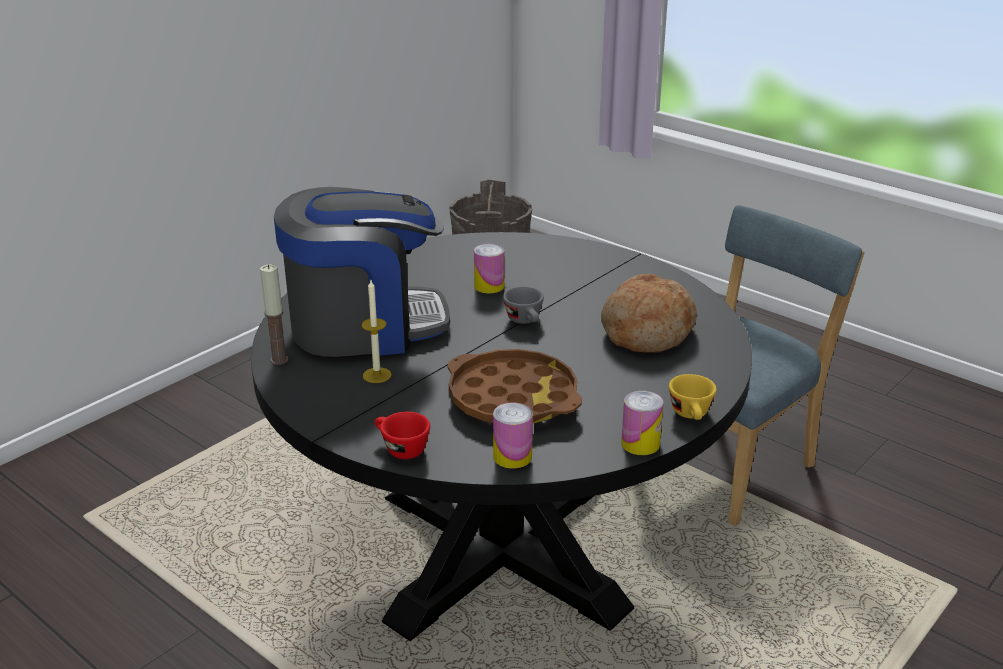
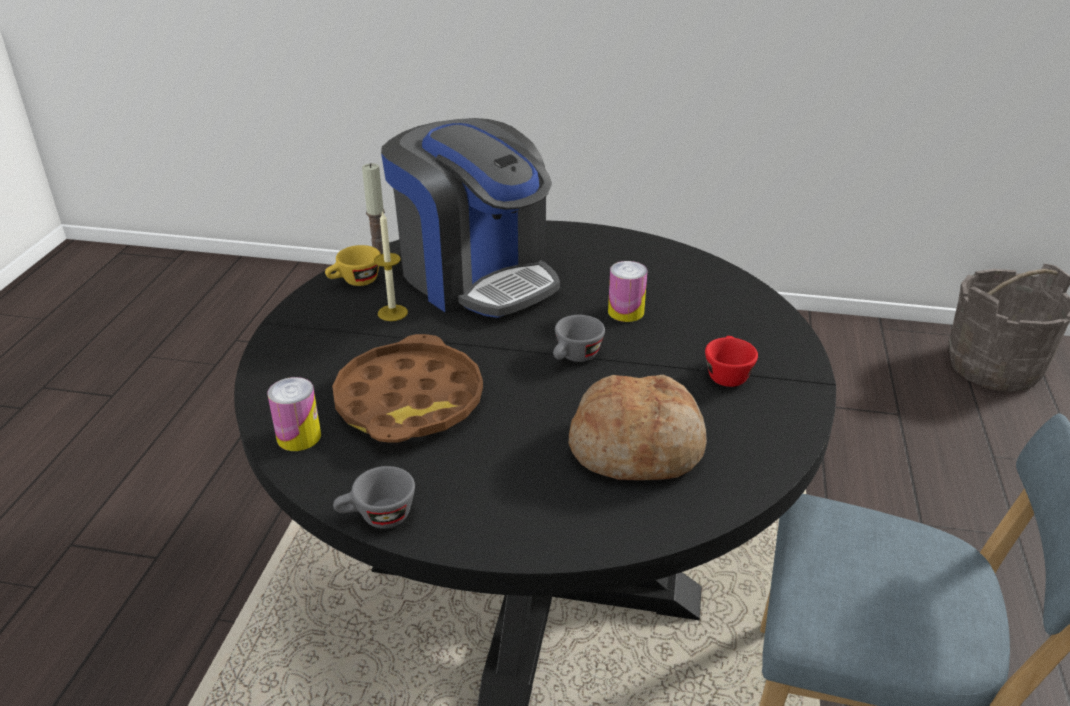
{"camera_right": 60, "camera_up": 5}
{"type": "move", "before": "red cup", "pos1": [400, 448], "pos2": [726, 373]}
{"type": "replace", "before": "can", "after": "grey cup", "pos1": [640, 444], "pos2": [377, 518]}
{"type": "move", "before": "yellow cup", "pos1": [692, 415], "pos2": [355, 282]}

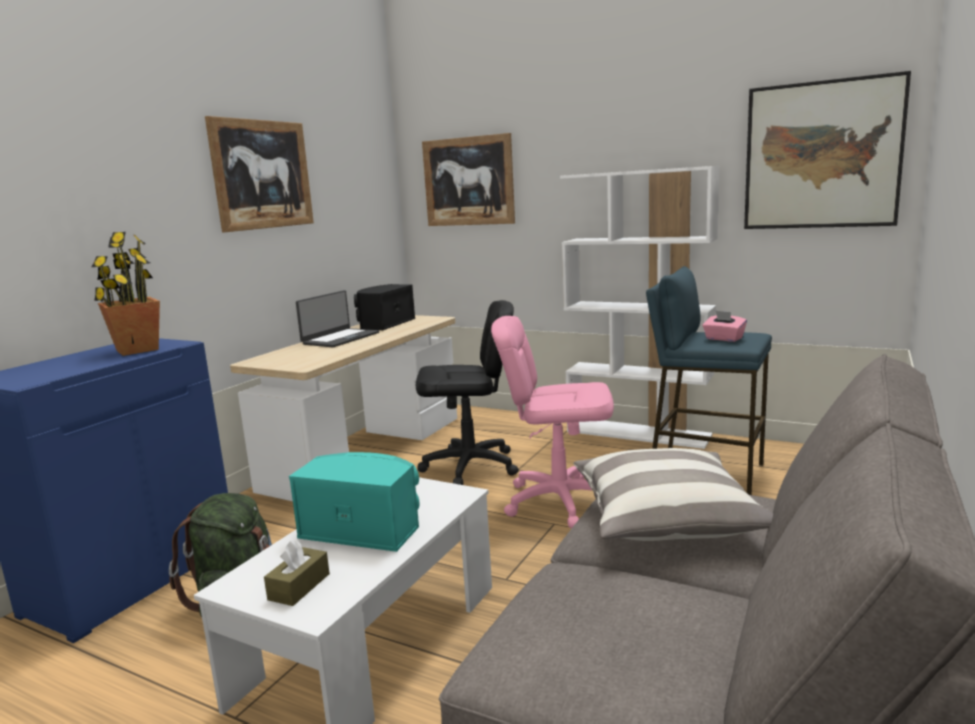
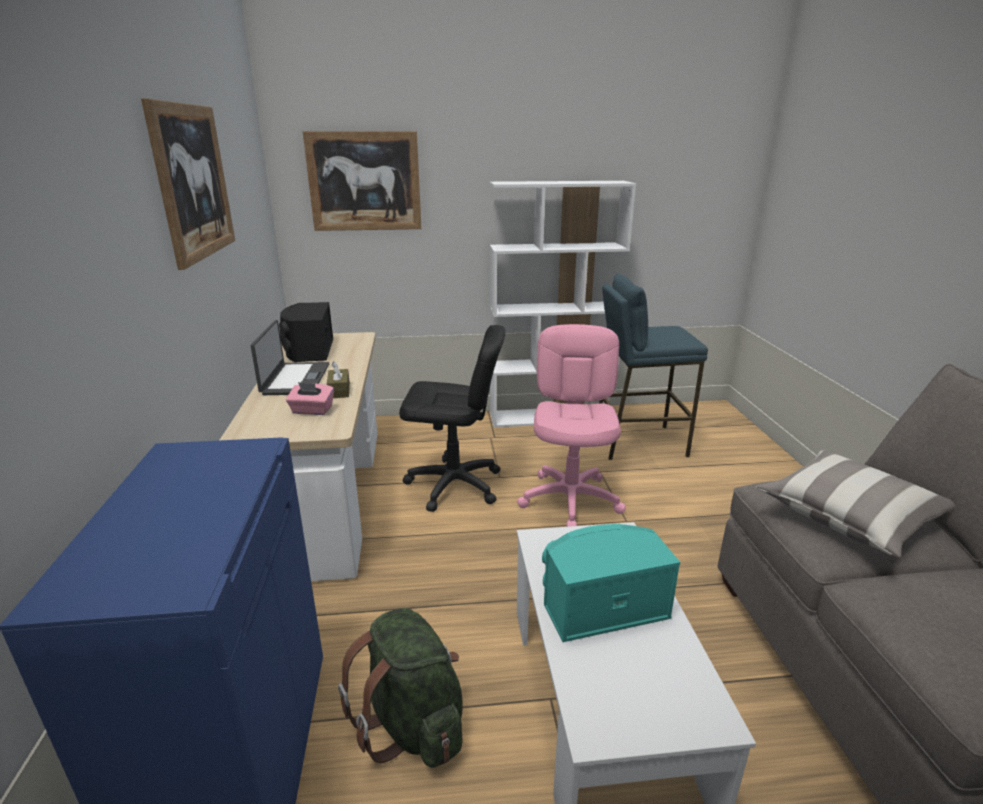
{"camera_right": -35, "camera_up": 10}
{"type": "delete", "before": "houseplant", "pos1": [136, 350]}
{"type": "move", "before": "brown-coloured box of tissues", "pos1": [299, 587], "pos2": [339, 390]}
{"type": "rotate", "before": "blackish office chair", "pos1": [470, 466], "pos2": [454, 485], "turn": 45}
{"type": "rotate", "before": "pink-coloured office chair", "pos1": [559, 501], "pos2": [570, 500], "turn": 120}
{"type": "move", "before": "pink-coloured box of tissues", "pos1": [723, 339], "pos2": [312, 411]}
{"type": "delete", "before": "wall picture", "pos1": [821, 155]}

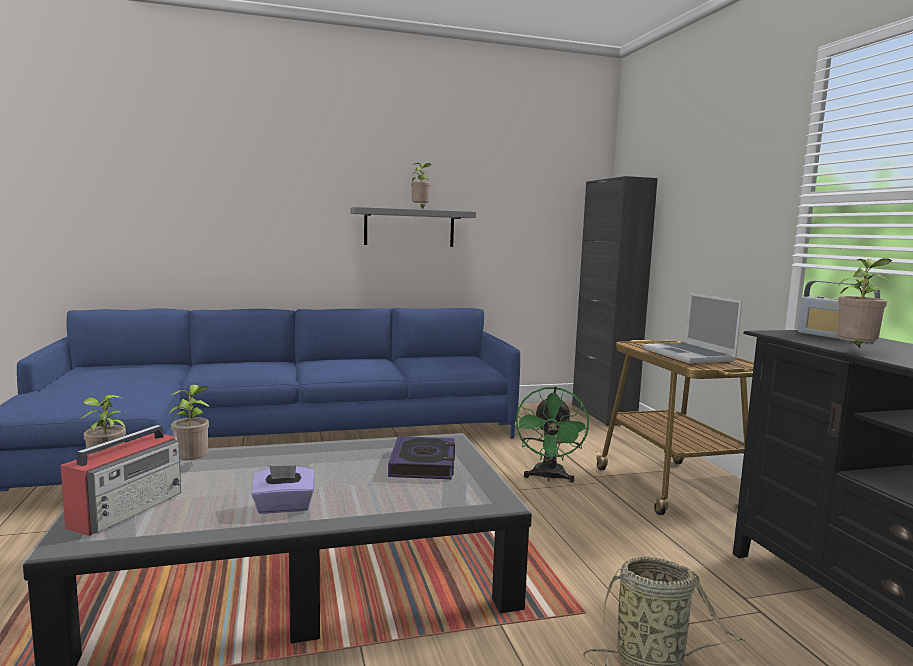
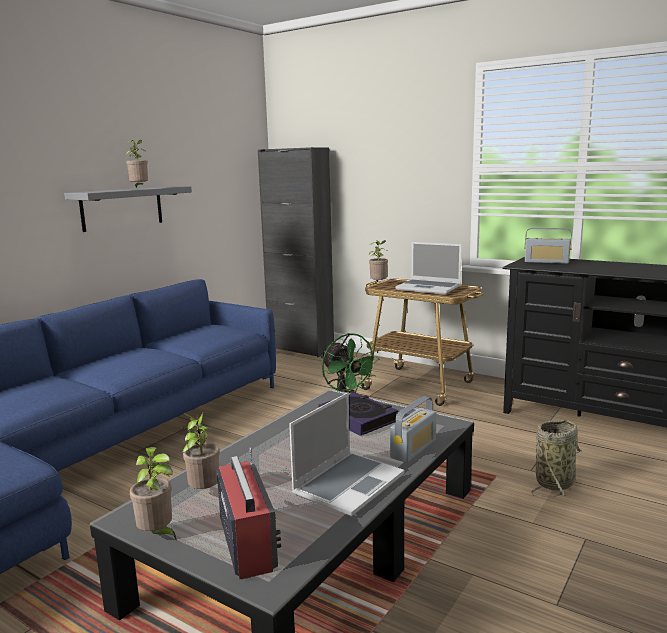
{"camera_right": -40, "camera_up": 5}
{"type": "replace", "before": "purple box of tissues", "after": "laptop", "pos1": [284, 507], "pos2": [348, 484]}
{"type": "move", "before": "houseplant", "pos1": [856, 351], "pos2": [378, 284]}
{"type": "insert", "after": "radio set", "pos2": [413, 449]}

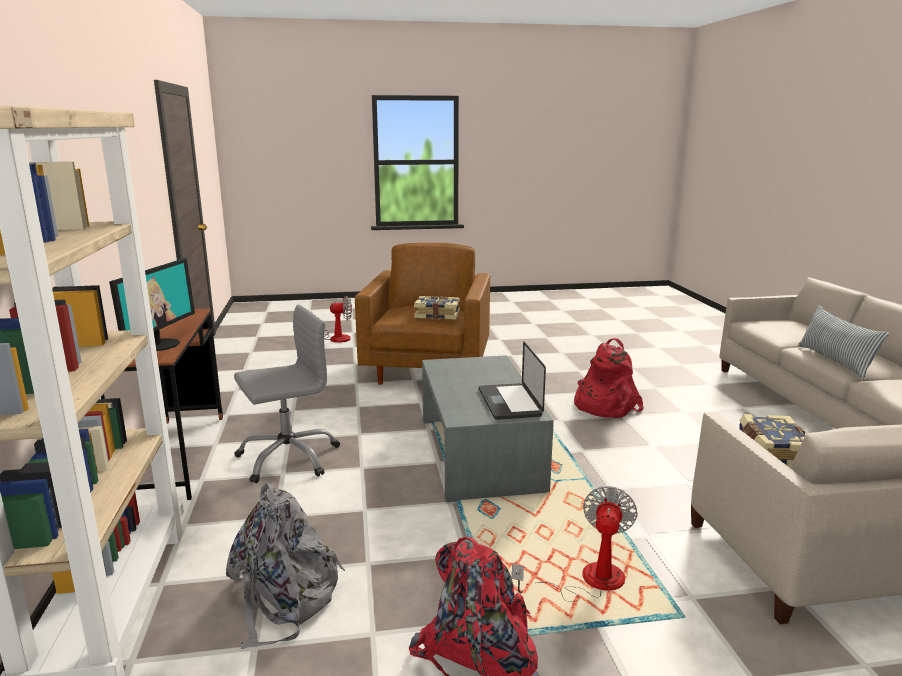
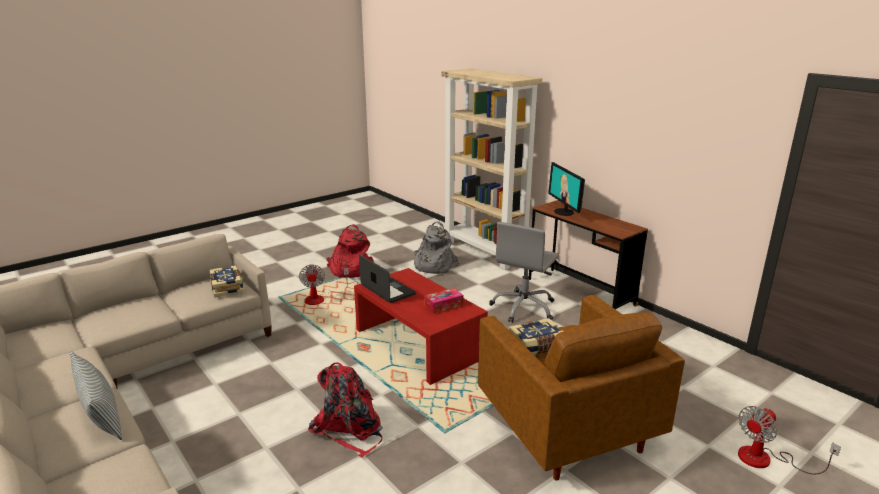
{"camera_right": 150, "camera_up": 5}
{"type": "recolor", "before": "grey coffee table", "after": "red coffee table", "pos1": [480, 452], "pos2": [418, 344]}
{"type": "insert", "after": "box of tissues", "pos2": [443, 305]}

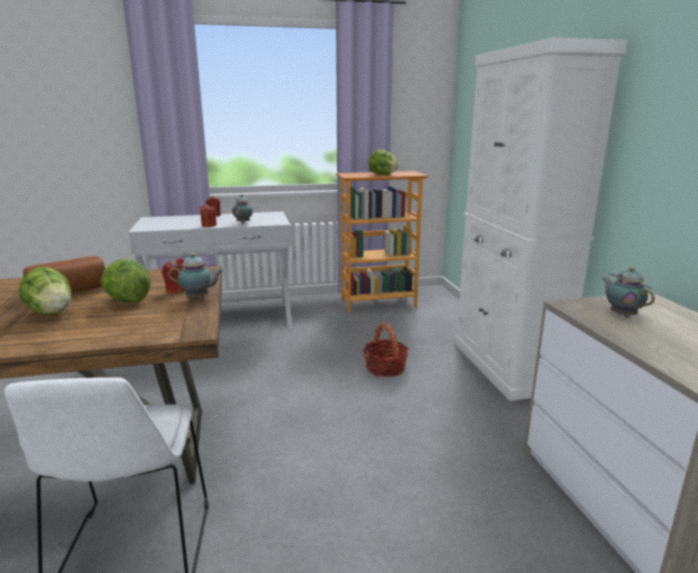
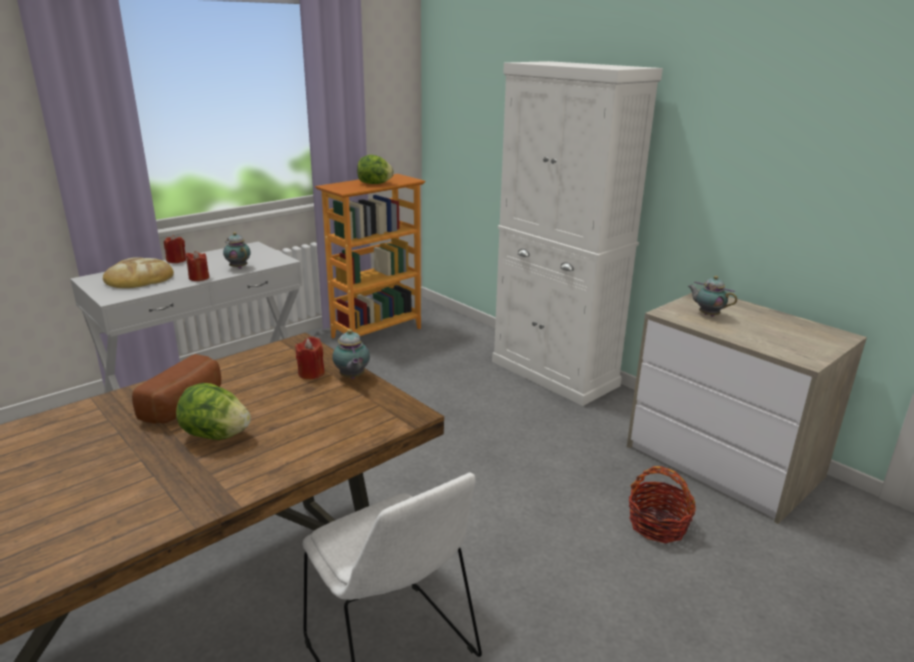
{"camera_right": -30, "camera_up": 5}
{"type": "delete", "before": "lettuce", "pos1": [127, 301]}
{"type": "rotate", "before": "tea pot", "pos1": [199, 297], "pos2": [352, 377], "turn": 105}
{"type": "move", "before": "household basket", "pos1": [385, 368], "pos2": [658, 525]}
{"type": "insert", "after": "bakery bread", "pos2": [138, 278]}

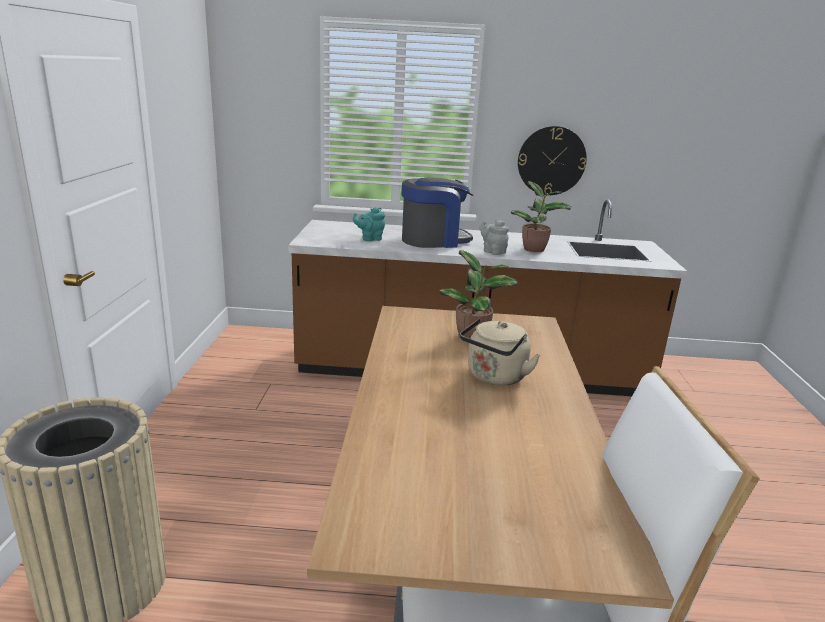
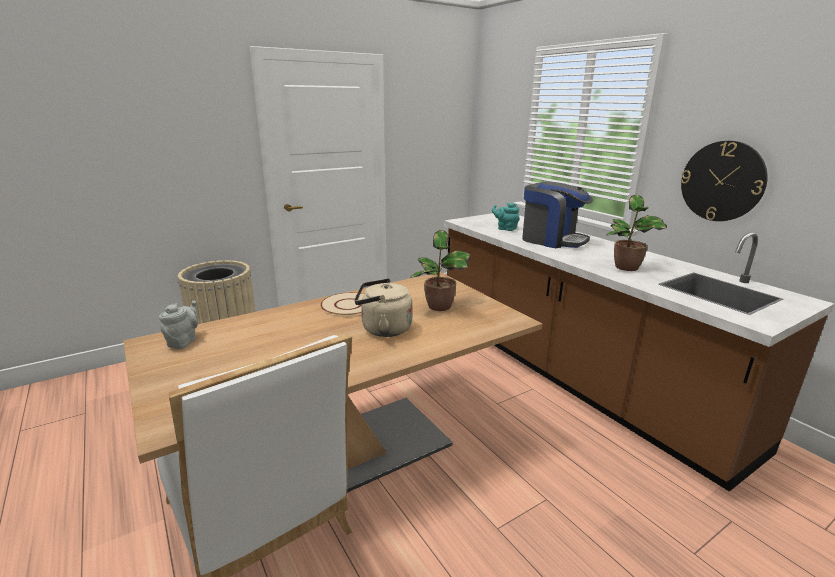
{"camera_right": 55, "camera_up": 0}
{"type": "move", "before": "grey tea pot", "pos1": [492, 251], "pos2": [183, 341]}
{"type": "insert", "after": "sand-coloured dinner plate", "pos2": [348, 305]}

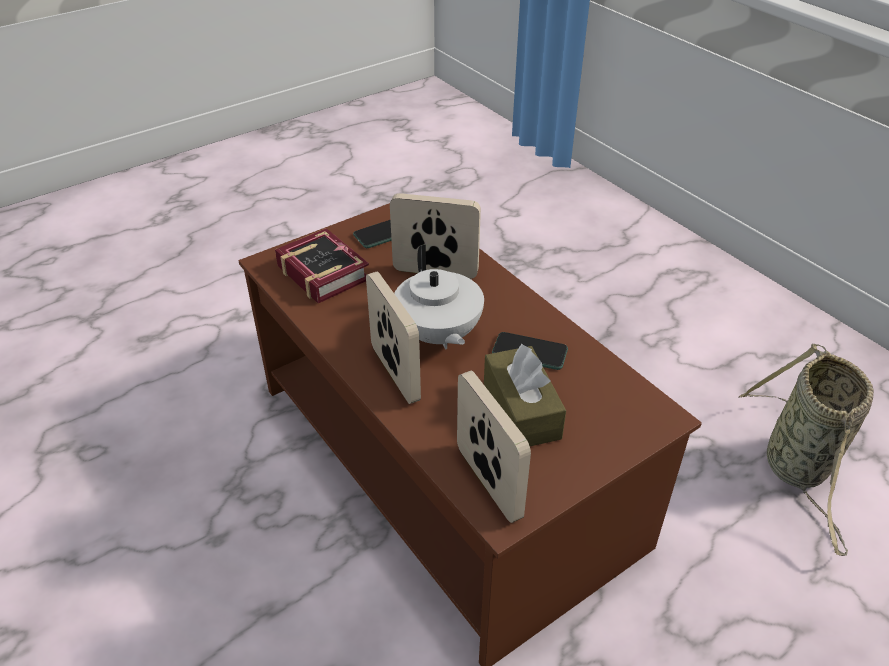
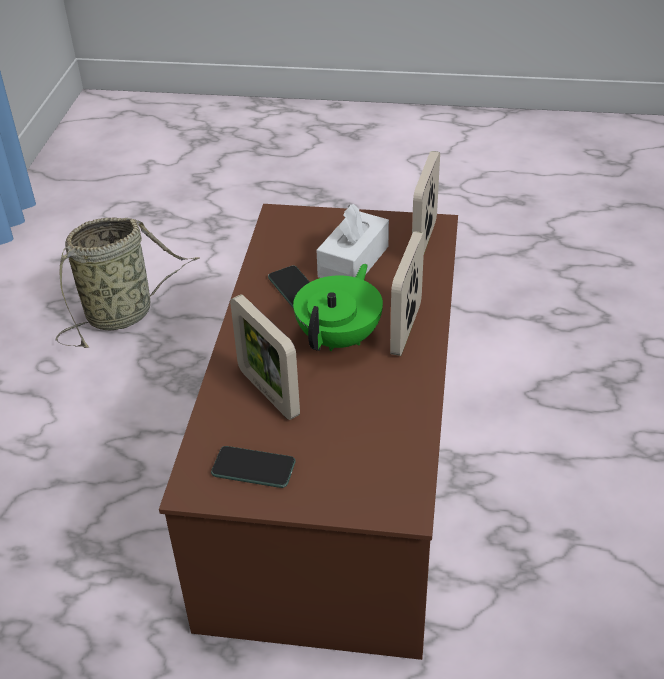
{"camera_right": -135, "camera_up": 0}
{"type": "delete", "before": "book", "pos1": [323, 270]}
{"type": "recolor", "before": "white-coloured tea pot", "after": "green tea pot", "pos1": [438, 335], "pos2": [340, 337]}
{"type": "recolor", "before": "brown-coloured box of tissues", "after": "white-coloured box of tissues", "pos1": [521, 410], "pos2": [353, 261]}

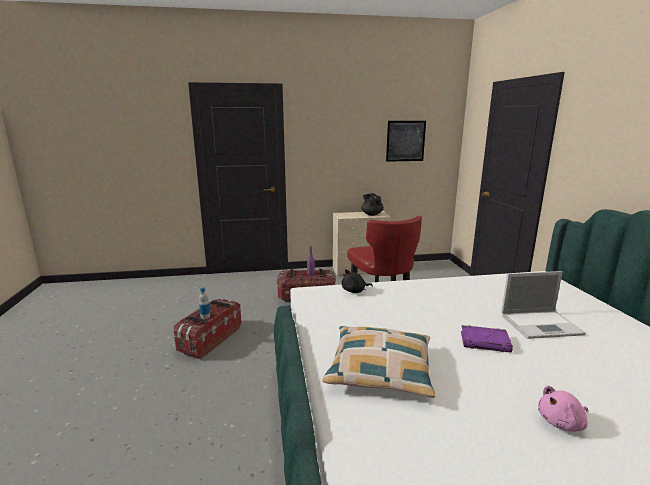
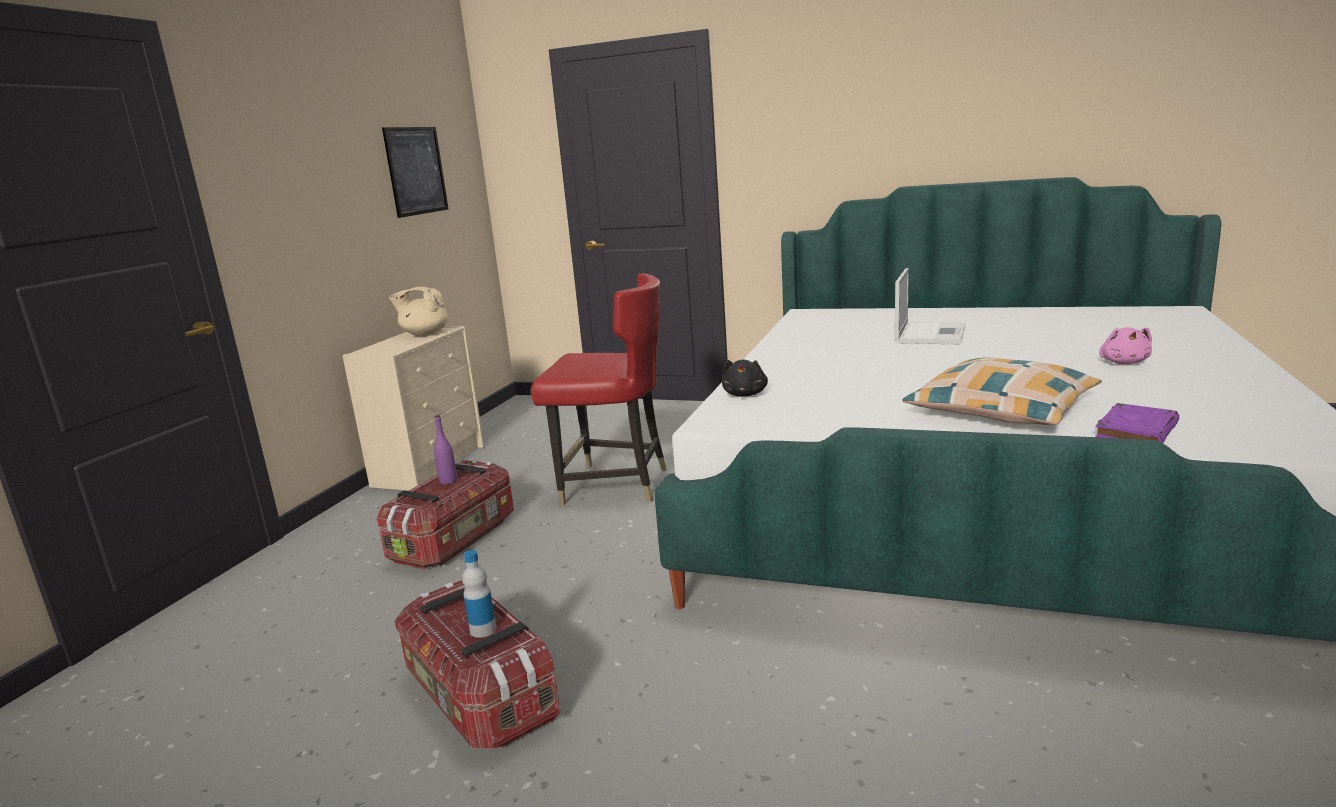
{"camera_right": -60, "camera_up": 0}
{"type": "recolor", "before": "blackish tea pot", "after": "sand-coloured tea pot", "pos1": [371, 214], "pos2": [424, 334]}
{"type": "move", "before": "purple book", "pos1": [485, 342], "pos2": [1136, 431]}

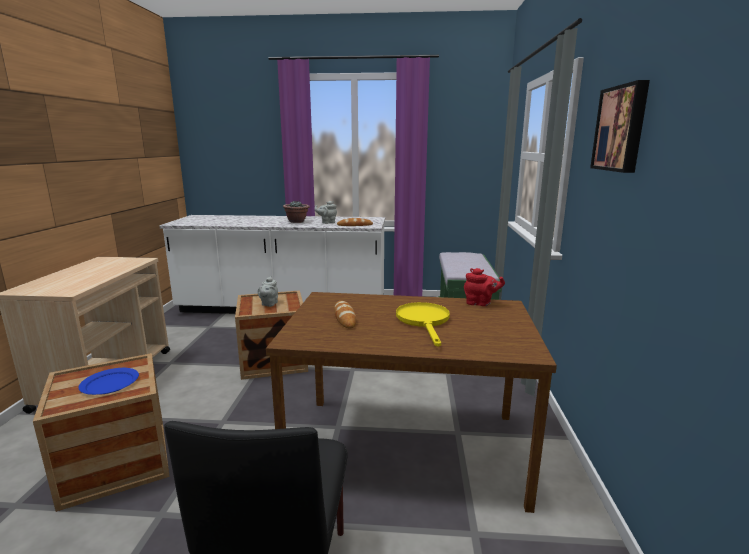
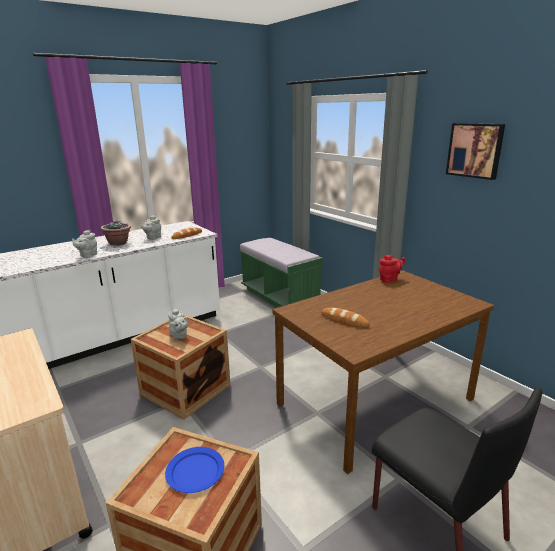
{"camera_right": -40, "camera_up": 5}
{"type": "delete", "before": "yellow skillet", "pos1": [424, 321]}
{"type": "insert", "after": "grey tea pot", "pos2": [87, 255]}

